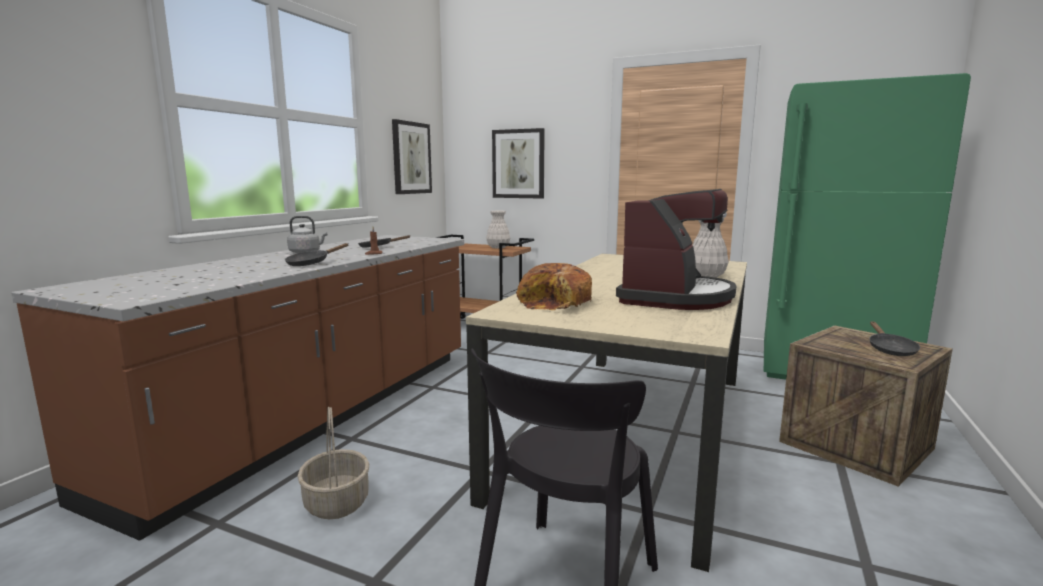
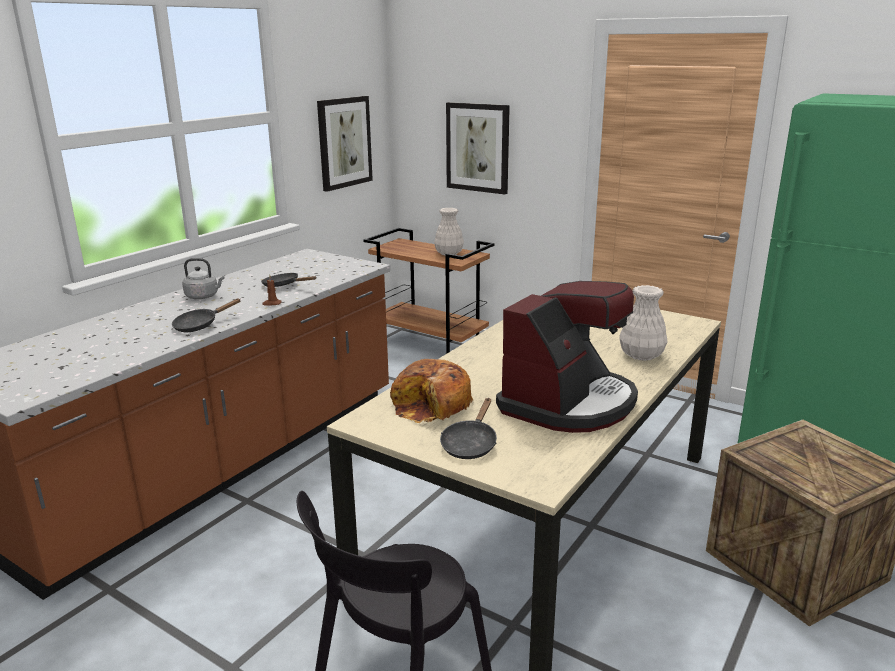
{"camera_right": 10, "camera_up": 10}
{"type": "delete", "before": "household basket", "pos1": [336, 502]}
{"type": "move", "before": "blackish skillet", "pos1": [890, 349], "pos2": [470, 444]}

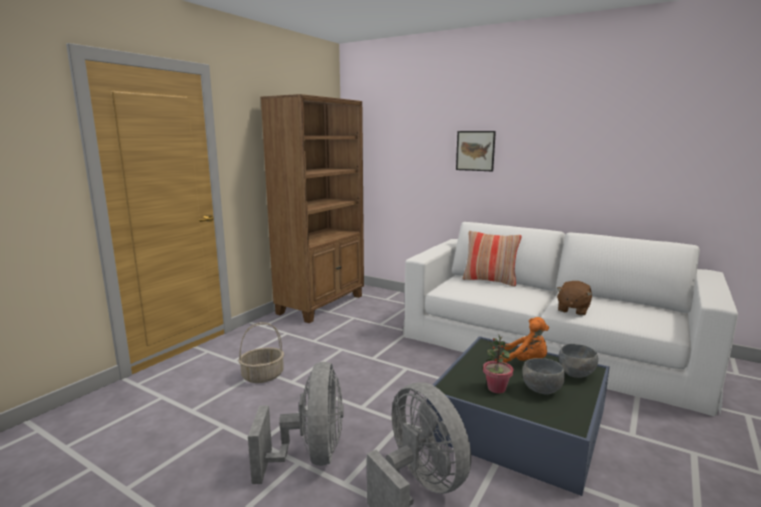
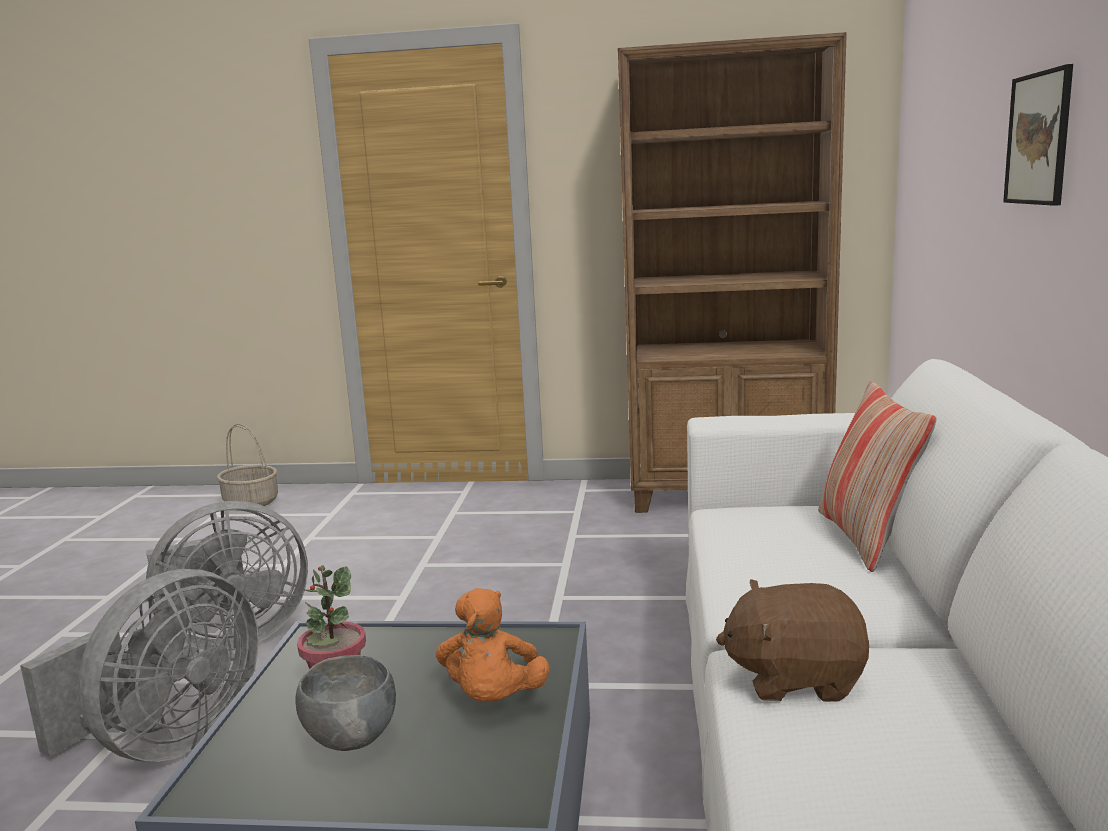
{"camera_right": 65, "camera_up": 0}
{"type": "move", "before": "household basket", "pos1": [263, 375], "pos2": [252, 502]}
{"type": "delete", "before": "grey bowl", "pos1": [576, 374]}

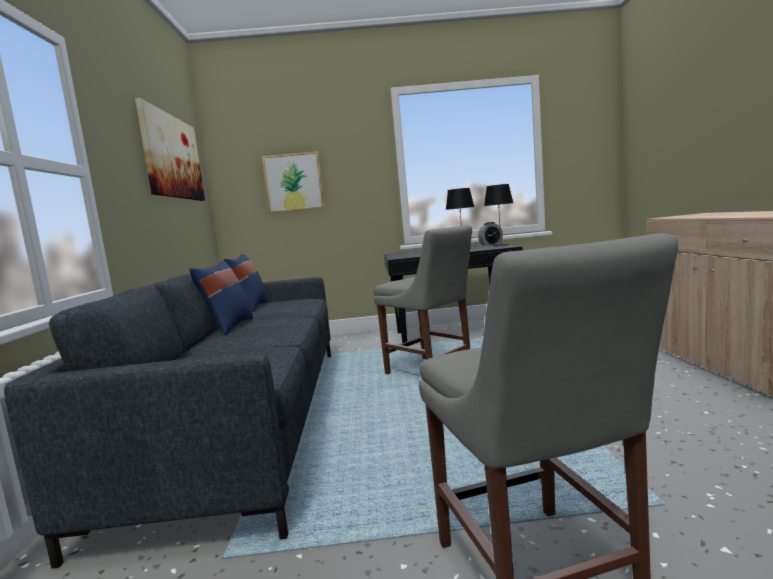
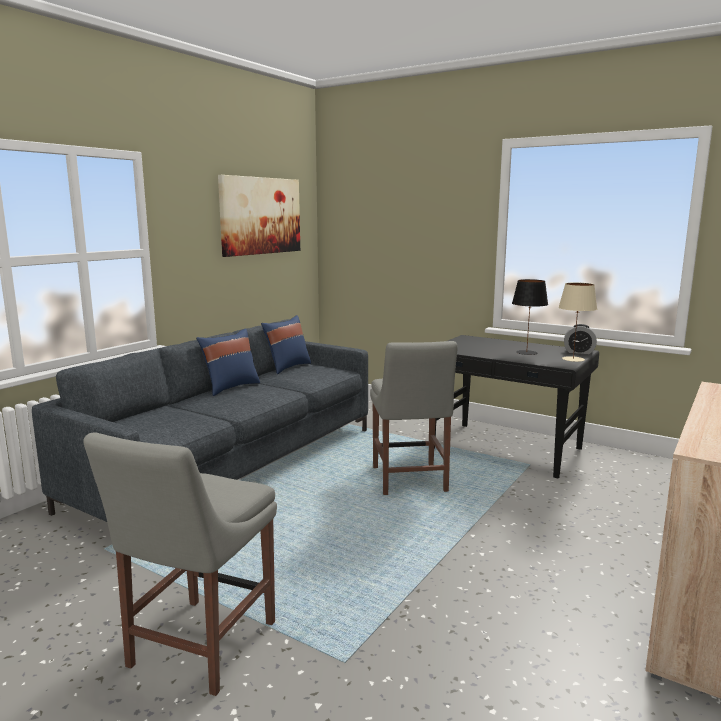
{"camera_right": 35, "camera_up": 5}
{"type": "delete", "before": "wall picture", "pos1": [293, 182]}
{"type": "recolor", "before": "blackish lamp for a table", "after": "sand-coloured lamp for a table", "pos1": [500, 245], "pos2": [572, 359]}

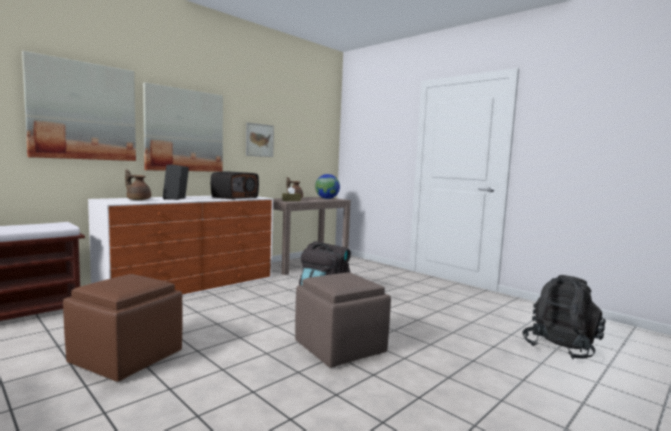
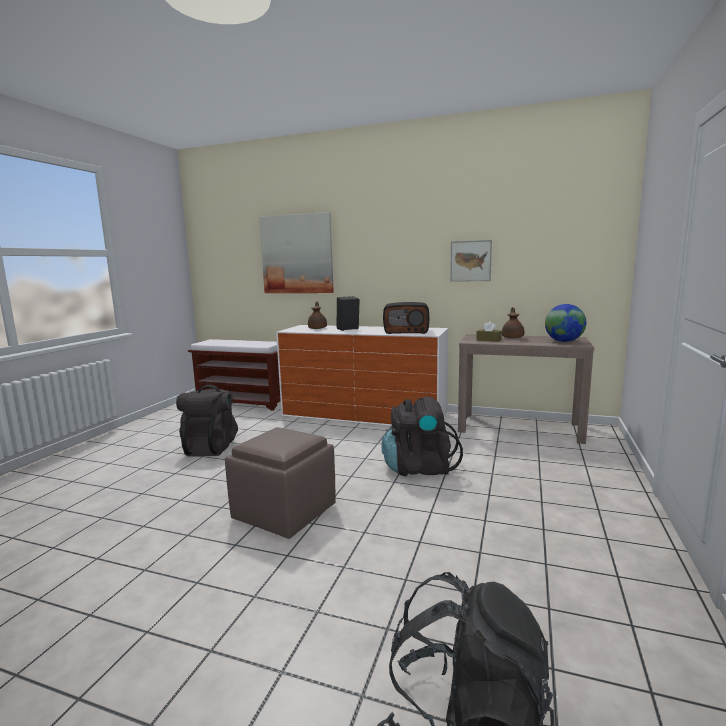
{"camera_right": 65, "camera_up": 5}
{"type": "replace", "before": "brown-coloured pouffe", "after": "blackish knapsack", "pos1": [126, 358], "pos2": [211, 447]}
{"type": "delete", "before": "wall picture", "pos1": [184, 130]}

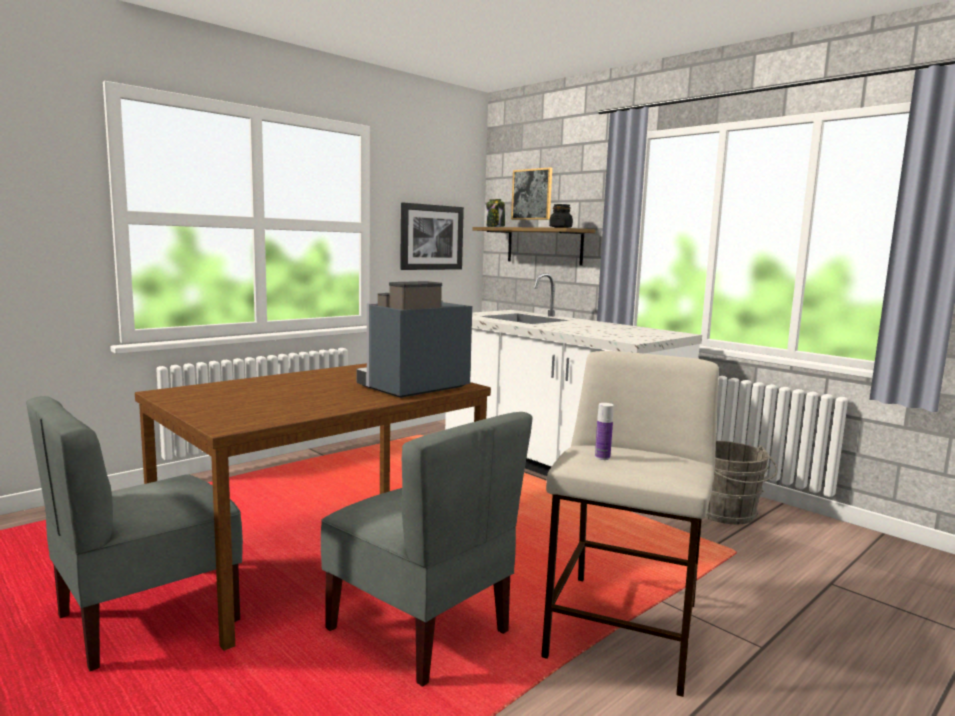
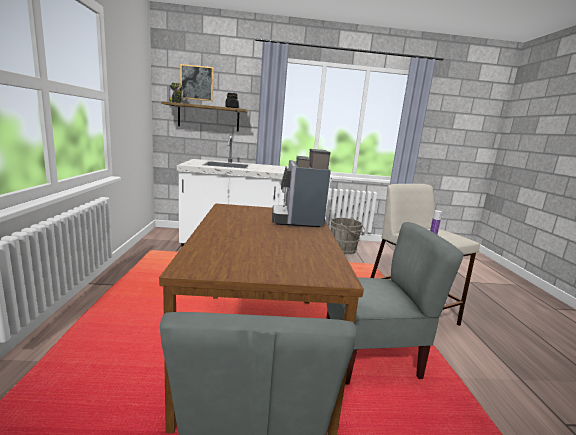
{"camera_right": -50, "camera_up": 5}
{"type": "delete", "before": "wall picture", "pos1": [431, 237]}

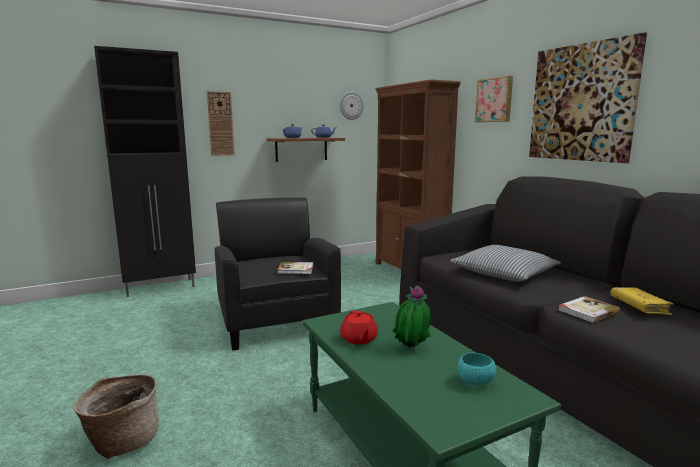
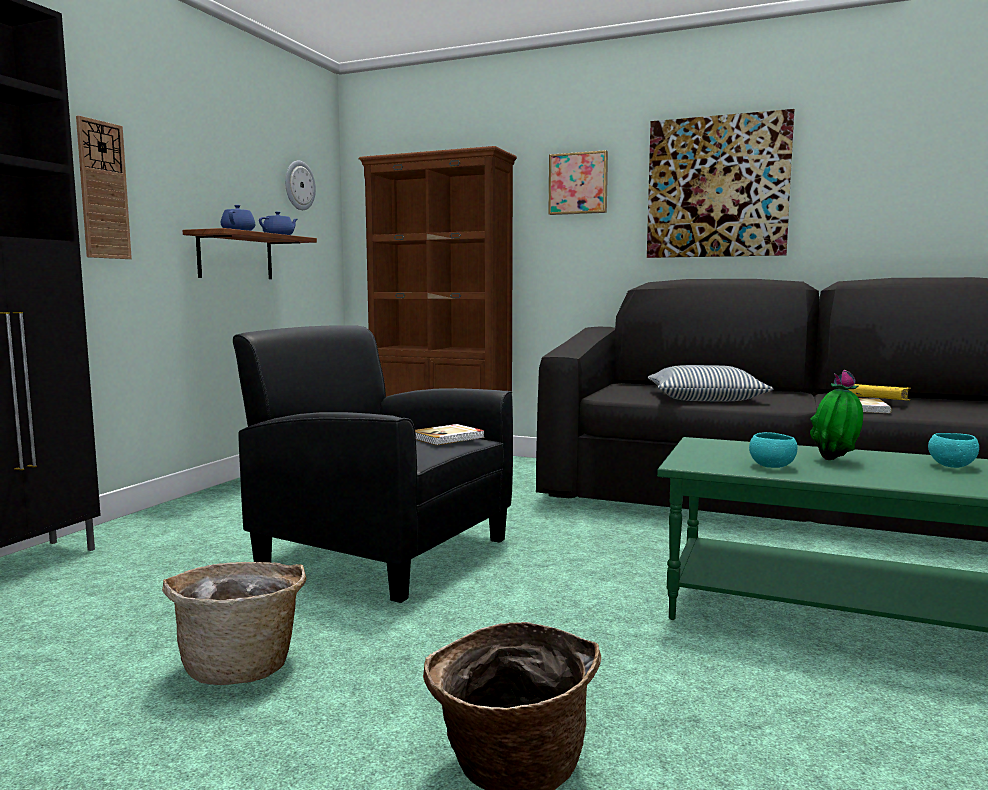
{"camera_right": -40, "camera_up": -5}
{"type": "replace", "before": "red tea pot", "after": "turquoise bowl", "pos1": [358, 339], "pos2": [771, 466]}
{"type": "insert", "after": "household basket", "pos2": [242, 665]}

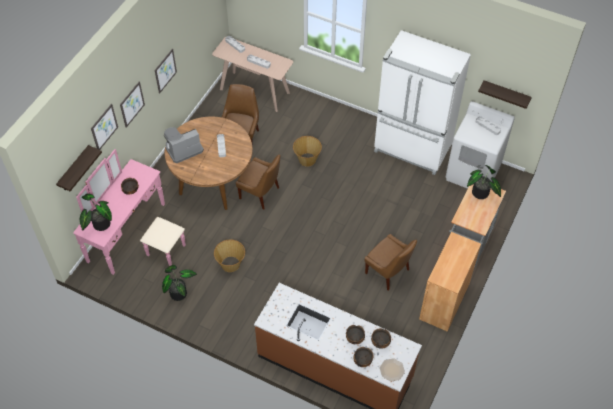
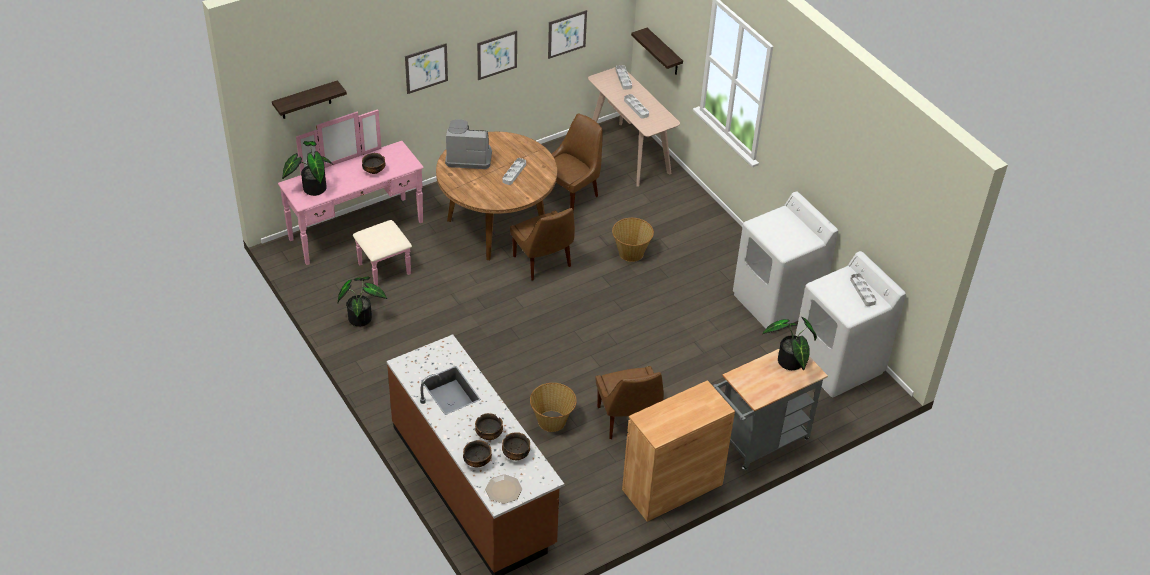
{"camera_right": 30, "camera_up": -10}
{"type": "move", "before": "wall picture", "pos1": [104, 127], "pos2": [567, 34]}
{"type": "move", "before": "household basket", "pos1": [231, 264], "pos2": [552, 421]}
{"type": "replace", "before": "white-coloured fridge", "after": "white-coloured laundry appliance", "pos1": [412, 149], "pos2": [776, 302]}
{"type": "move", "before": "bracket shelf", "pos1": [506, 94], "pos2": [664, 53]}

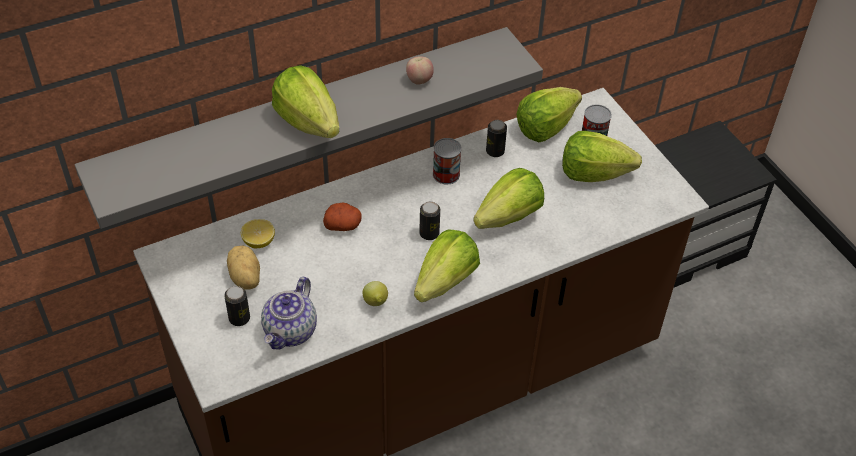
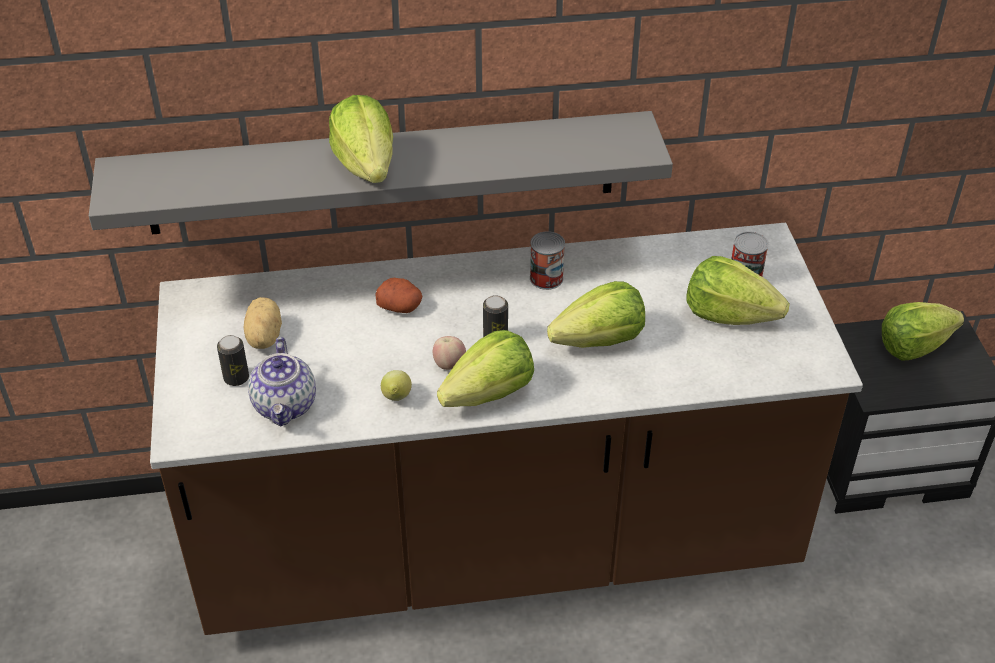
{"camera_right": 20, "camera_up": -5}
{"type": "delete", "before": "lemon", "pos1": [259, 242]}
{"type": "rotate", "before": "tea pot", "pos1": [291, 331], "pos2": [286, 405], "turn": -45}
{"type": "move", "before": "apple", "pos1": [419, 80], "pos2": [449, 365]}
{"type": "delete", "before": "can", "pos1": [495, 151]}
{"type": "move", "before": "lettuce", "pos1": [545, 127], "pos2": [913, 346]}

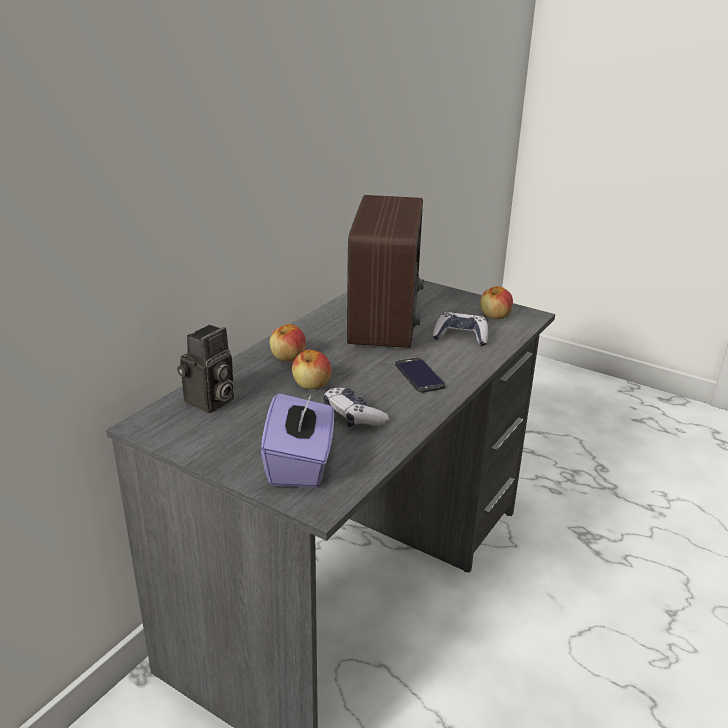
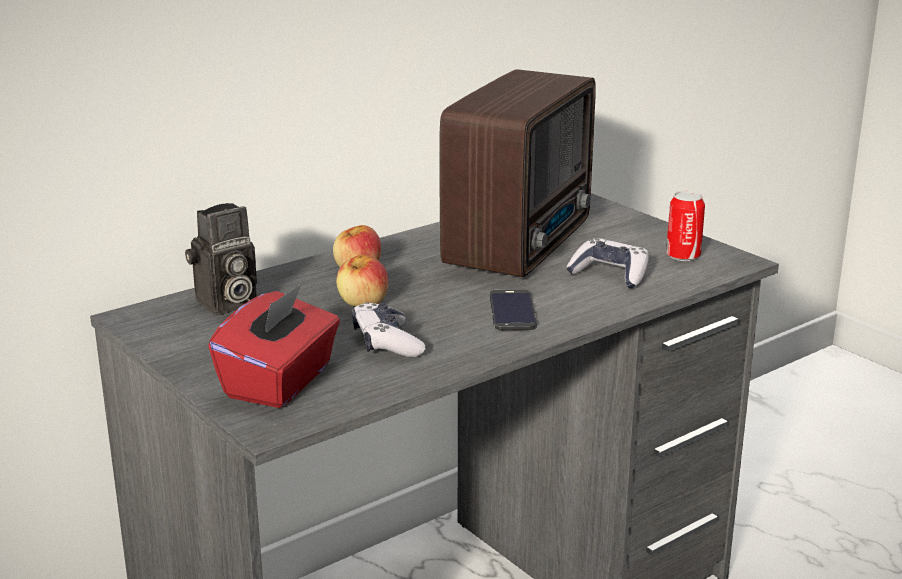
{"camera_right": 20, "camera_up": -5}
{"type": "recolor", "before": "purple box of tissues", "after": "red box of tissues", "pos1": [300, 464], "pos2": [280, 382]}
{"type": "replace", "before": "apple", "after": "can", "pos1": [495, 316], "pos2": [683, 256]}

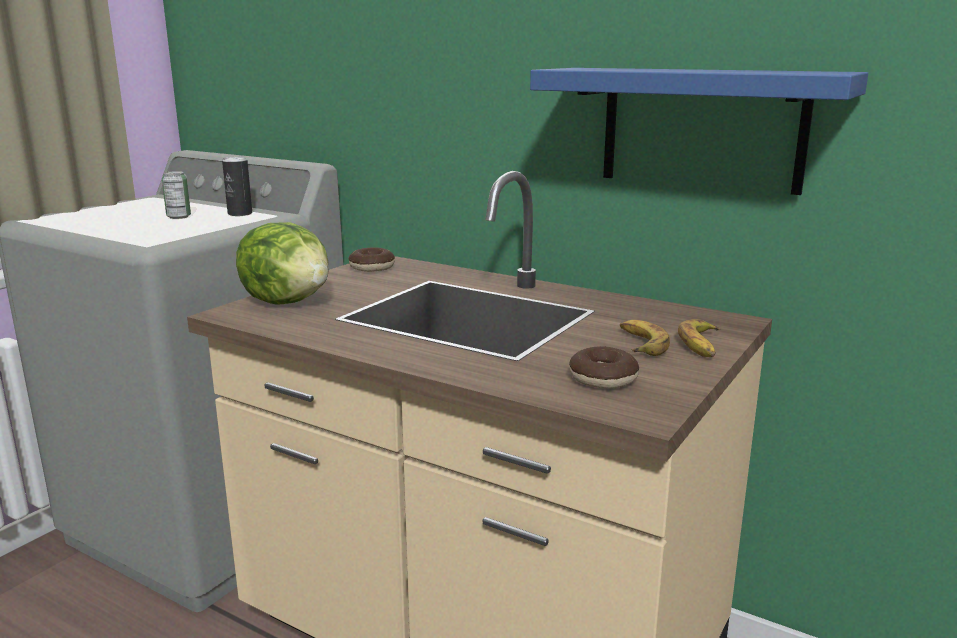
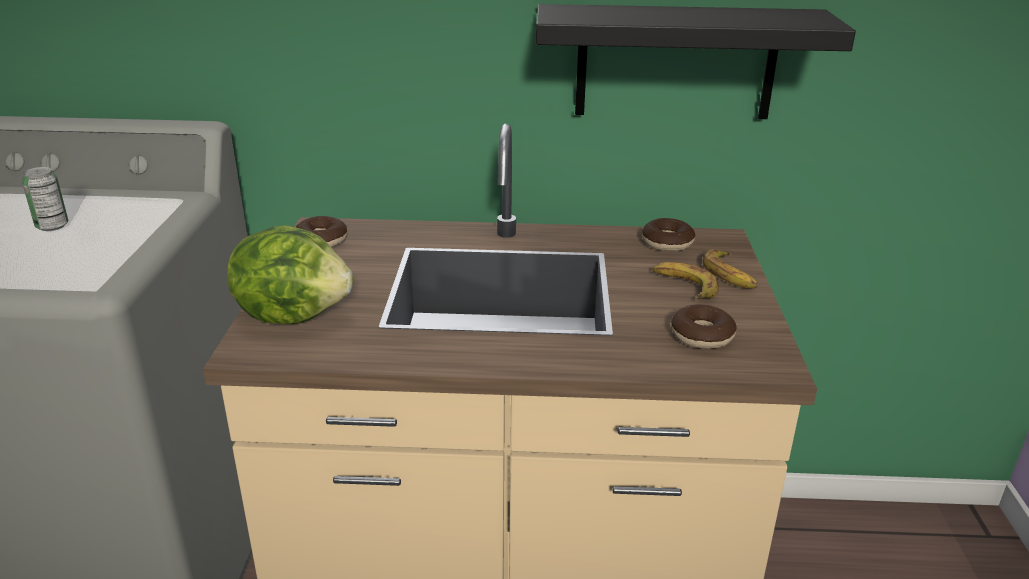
{"camera_right": -30, "camera_up": 10}
{"type": "delete", "before": "can", "pos1": [240, 214]}
{"type": "recolor", "before": "blue-coloured bracket shelf", "after": "blackish bracket shelf", "pos1": [702, 128], "pos2": [675, 62]}
{"type": "insert", "after": "ring doughnut", "pos2": [667, 243]}

